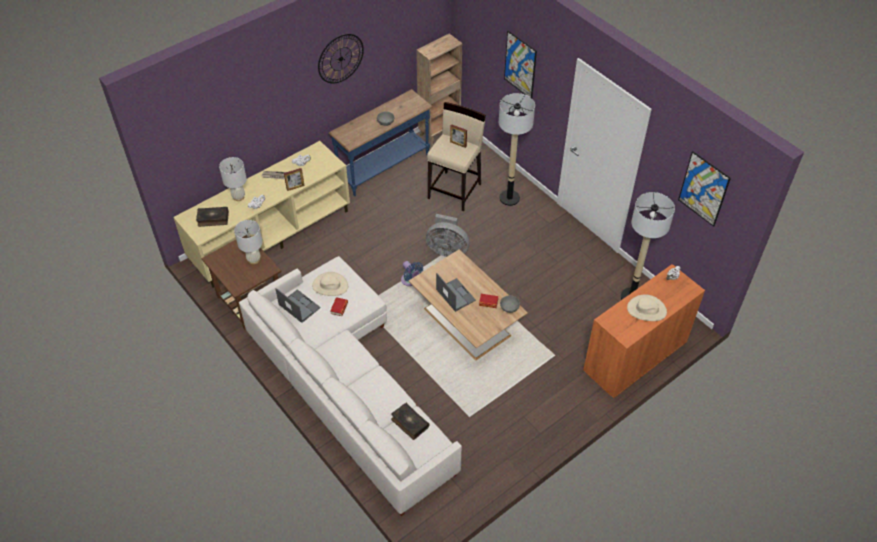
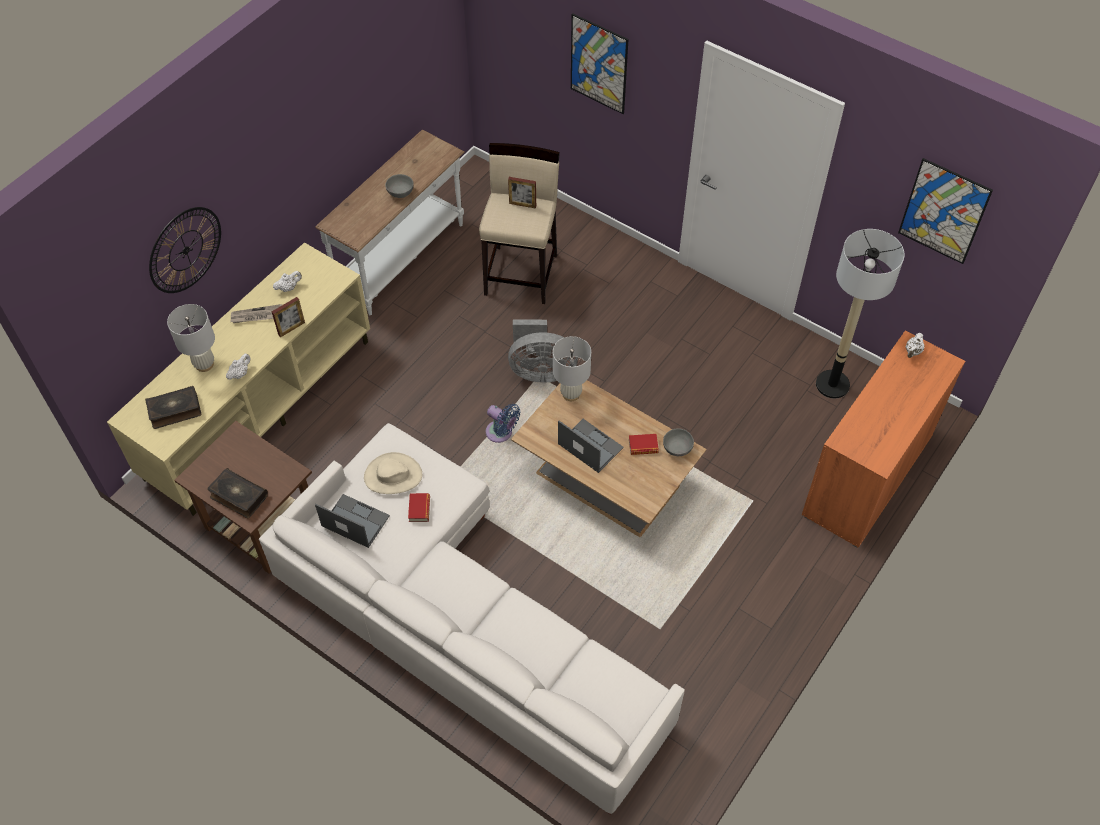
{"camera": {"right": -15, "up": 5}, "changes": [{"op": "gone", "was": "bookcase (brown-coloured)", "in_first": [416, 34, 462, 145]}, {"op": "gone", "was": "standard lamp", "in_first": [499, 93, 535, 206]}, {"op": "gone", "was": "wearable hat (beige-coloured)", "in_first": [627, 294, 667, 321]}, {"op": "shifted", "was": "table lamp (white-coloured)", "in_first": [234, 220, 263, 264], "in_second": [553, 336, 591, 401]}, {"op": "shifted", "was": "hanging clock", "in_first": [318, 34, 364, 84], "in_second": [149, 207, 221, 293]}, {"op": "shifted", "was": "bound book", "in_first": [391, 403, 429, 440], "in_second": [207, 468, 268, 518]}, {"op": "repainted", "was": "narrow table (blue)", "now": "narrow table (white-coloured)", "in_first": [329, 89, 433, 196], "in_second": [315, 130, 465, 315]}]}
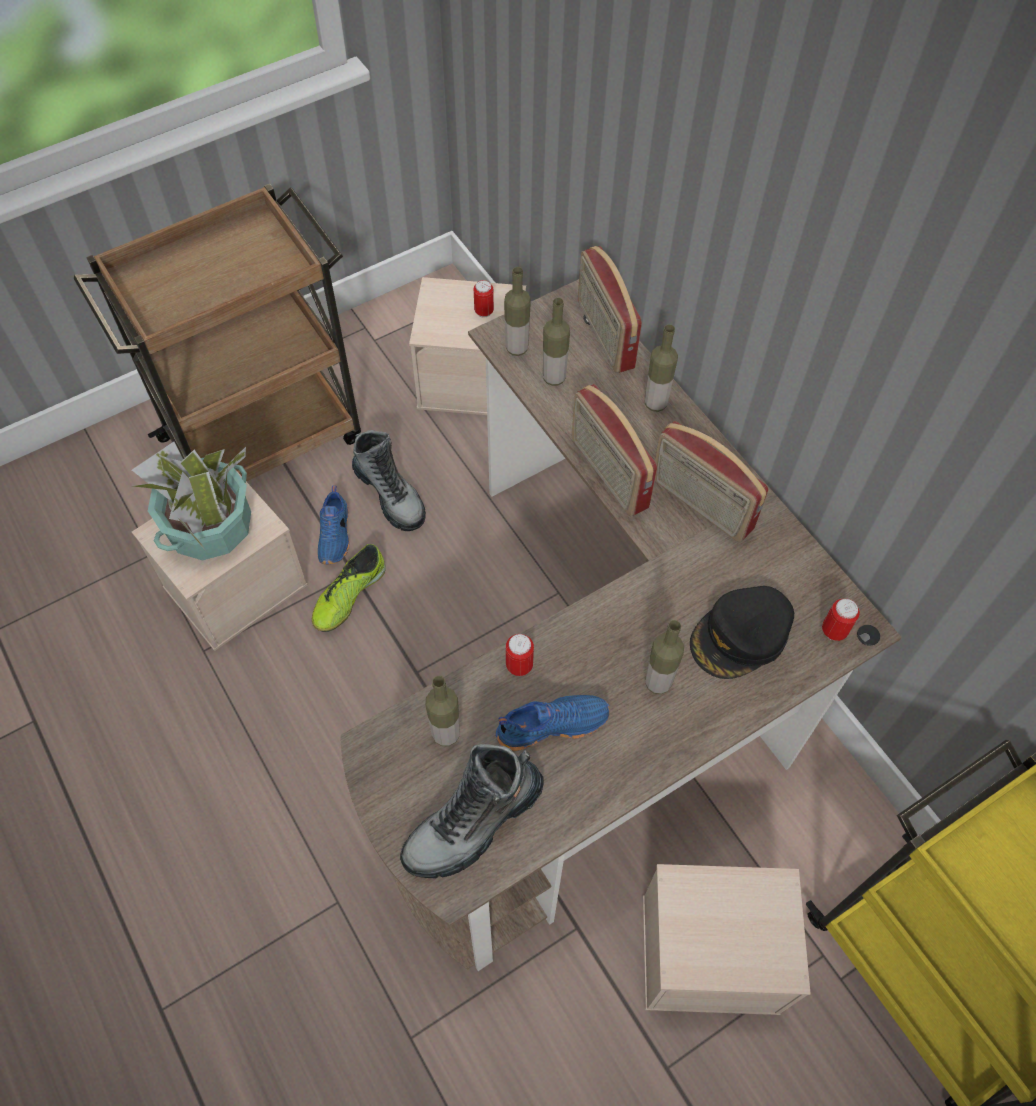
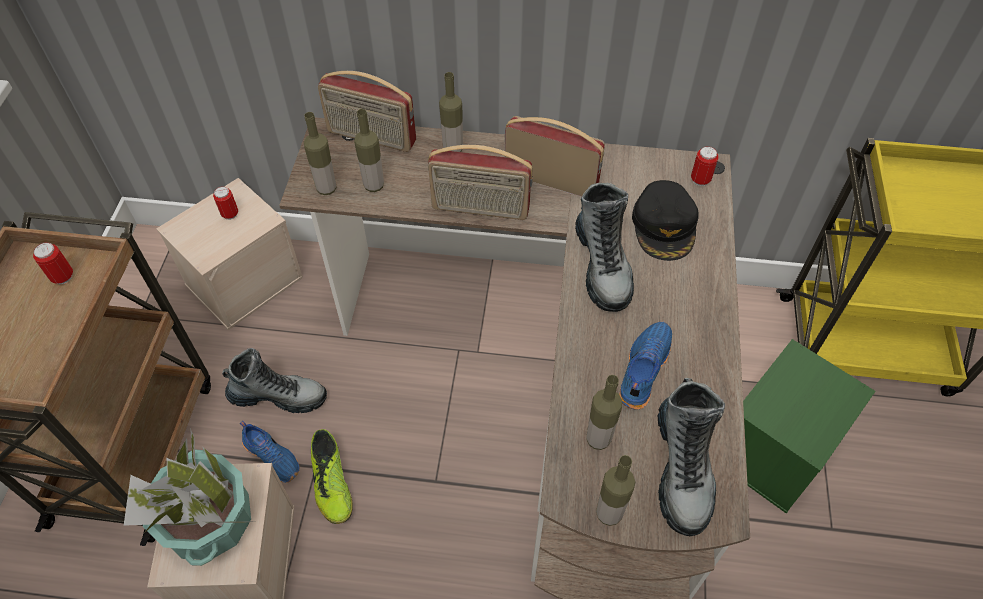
{"camera": {"right": -50, "up": -5}, "changes": [{"op": "new", "now": "high-top boot", "in_second": [575, 183, 634, 312]}, {"op": "shifted", "was": "sealed can", "in_first": [506, 634, 534, 676], "in_second": [33, 242, 73, 284]}, {"op": "shifted", "was": "bottle", "in_first": [645, 620, 684, 694], "in_second": [596, 455, 635, 526]}, {"op": "repainted", "was": "storage container (beige-coloured)", "now": "storage container (greenish)", "in_first": [643, 864, 811, 1015], "in_second": [743, 339, 876, 513]}, {"op": "rotated", "was": "radio", "in_first": [654, 421, 768, 542], "in_second": [505, 116, 605, 197], "clockwise": -150}]}
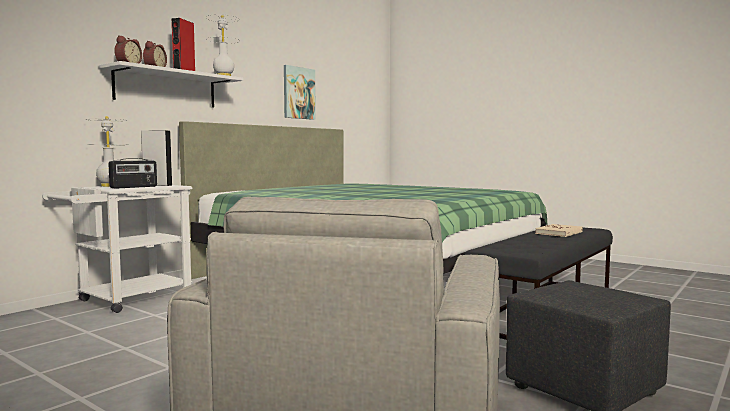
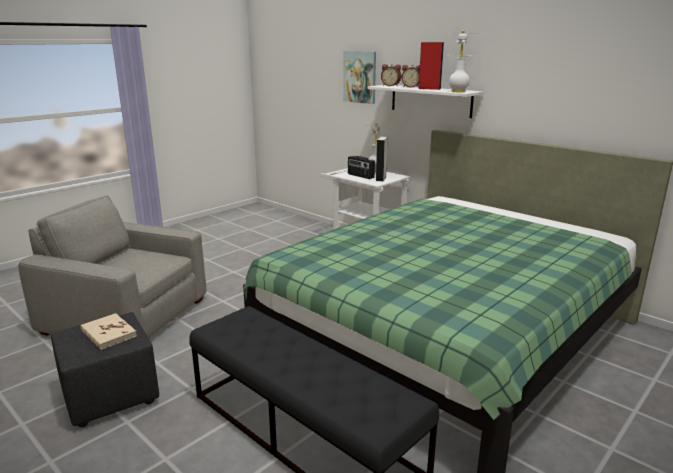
{"camera": {"right": 95, "up": 15}, "changes": [{"op": "shifted", "was": "picture", "in_first": [284, 65, 316, 120], "in_second": [343, 51, 376, 104]}, {"op": "shifted", "was": "bound book (beige-coloured)", "in_first": [535, 224, 583, 237], "in_second": [81, 313, 137, 350]}]}
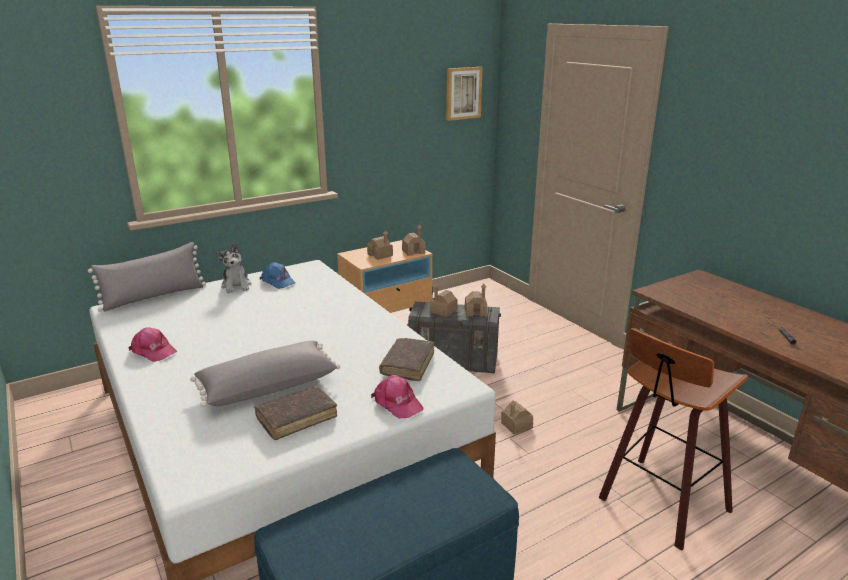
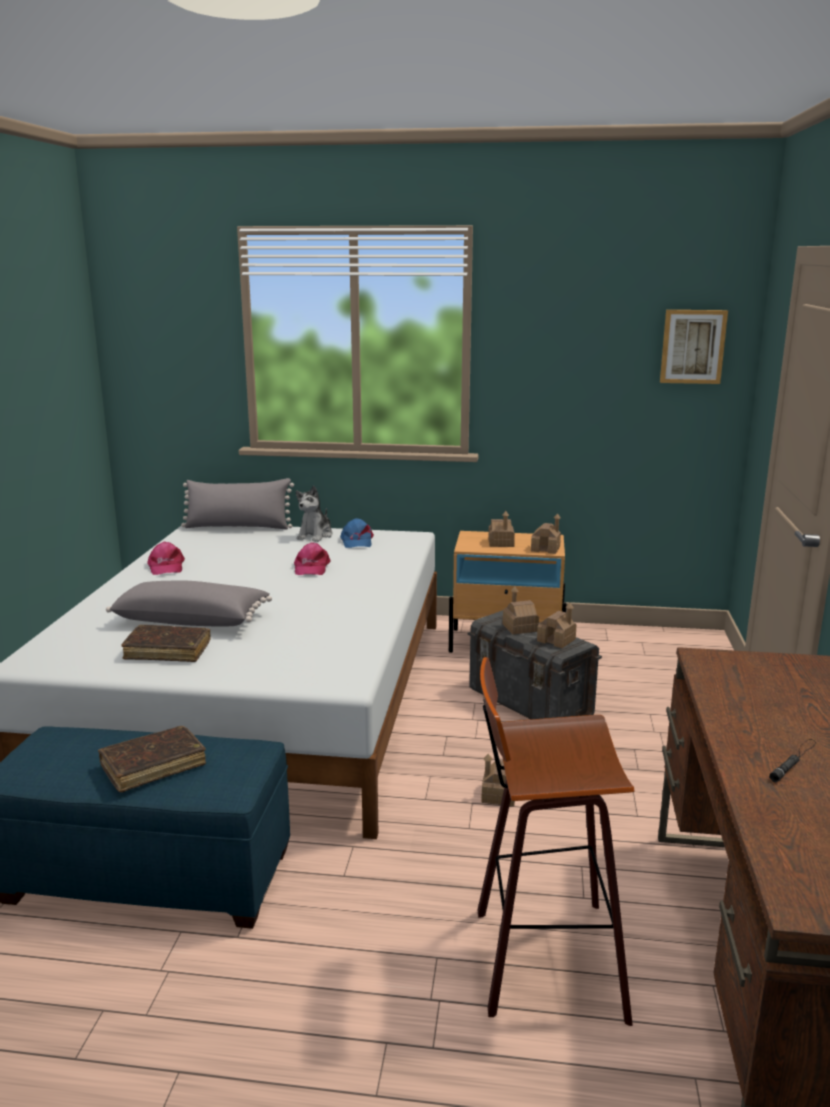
{"camera": {"right": 40, "up": -5}, "changes": [{"op": "shifted", "was": "peaked cap (pink)", "in_first": [371, 375, 424, 419], "in_second": [294, 542, 331, 575]}, {"op": "shifted", "was": "bound book (brown-coloured)", "in_first": [379, 338, 435, 381], "in_second": [98, 726, 206, 792]}]}
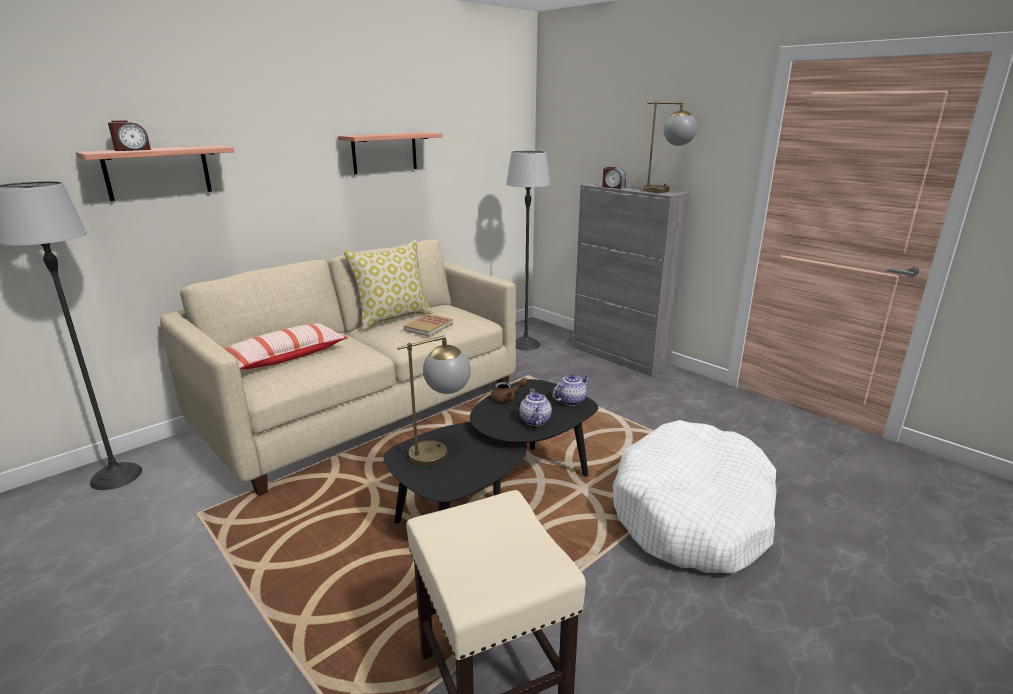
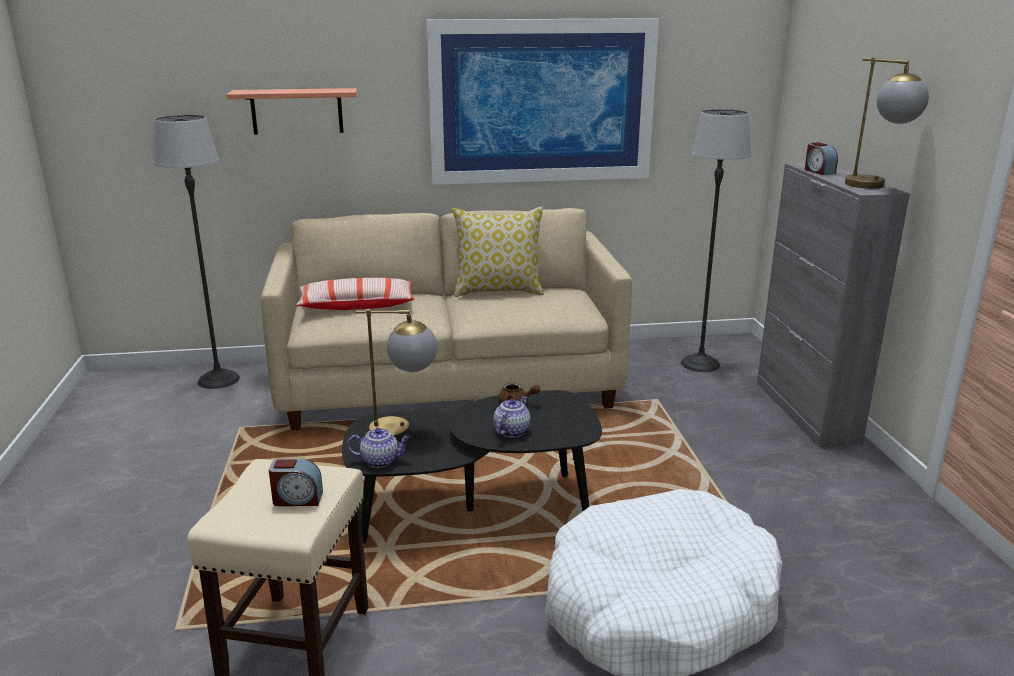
{"camera": {"right": 35, "up": 0}, "changes": [{"op": "gone", "was": "bound book", "in_first": [403, 314, 453, 336]}, {"op": "shifted", "was": "alarm clock", "in_first": [108, 120, 151, 151], "in_second": [269, 458, 323, 506]}, {"op": "shifted", "was": "teapot", "in_first": [552, 374, 590, 406], "in_second": [347, 428, 410, 468]}, {"op": "swapped", "was": "wall shelf", "now": "picture", "in_first": [338, 132, 442, 174], "in_second": [426, 18, 659, 185]}]}
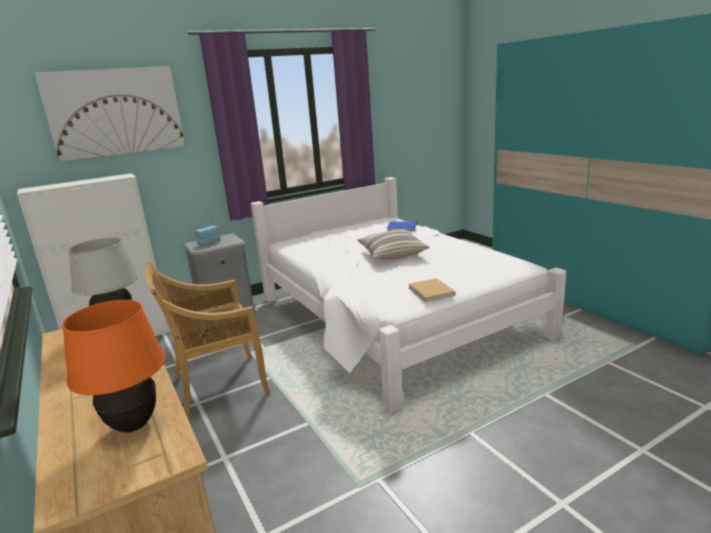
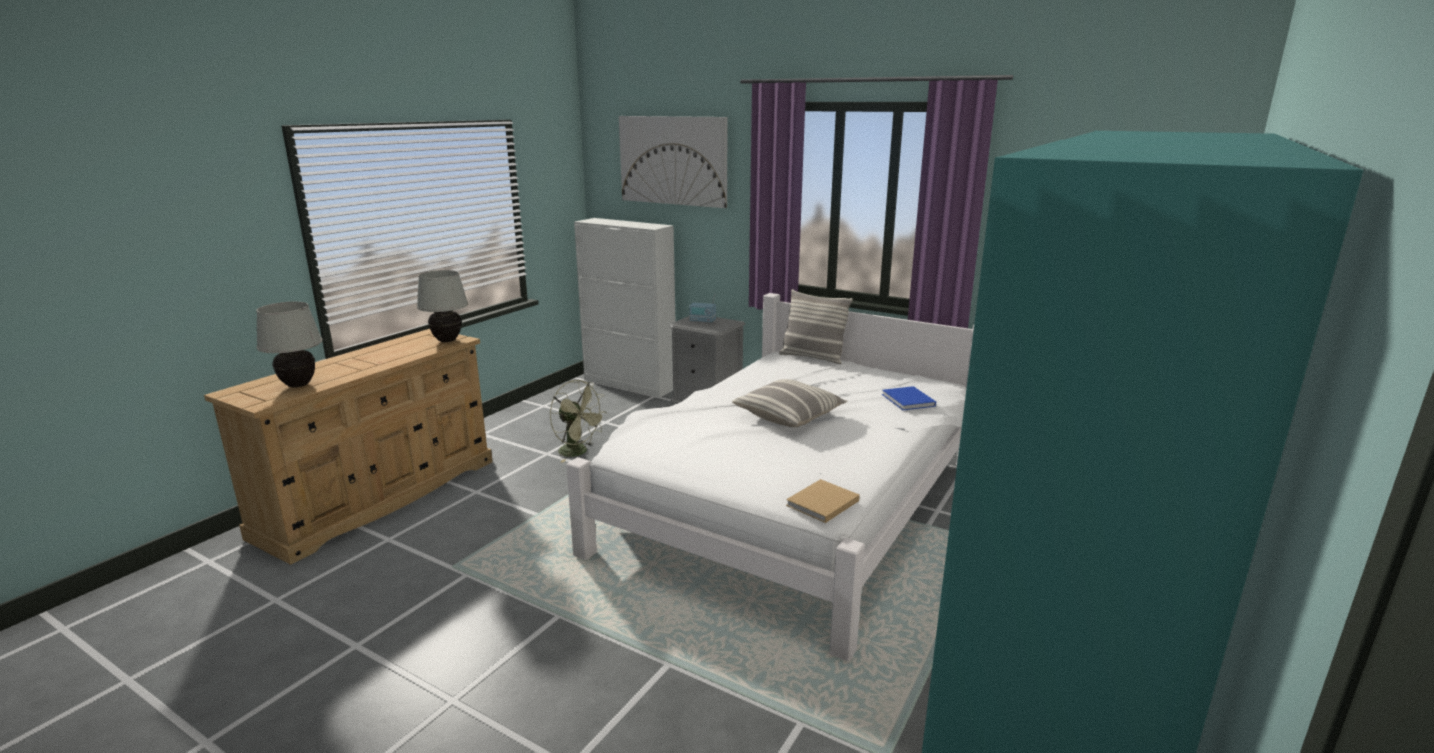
{"camera": {"right": 60, "up": 0}, "changes": [{"op": "new", "now": "pillow", "in_second": [779, 289, 853, 364]}, {"op": "shifted", "was": "bound book (beige-coloured)", "in_first": [408, 278, 455, 302], "in_second": [786, 479, 860, 523]}, {"op": "swapped", "was": "upright chair (beige-coloured)", "now": "cooling fan (greenish)", "in_first": [146, 261, 270, 418], "in_second": [550, 380, 607, 463]}, {"op": "repainted", "was": "table lamp (orangey)", "now": "table lamp (white-coloured)", "in_first": [62, 300, 165, 433], "in_second": [256, 302, 322, 388]}]}
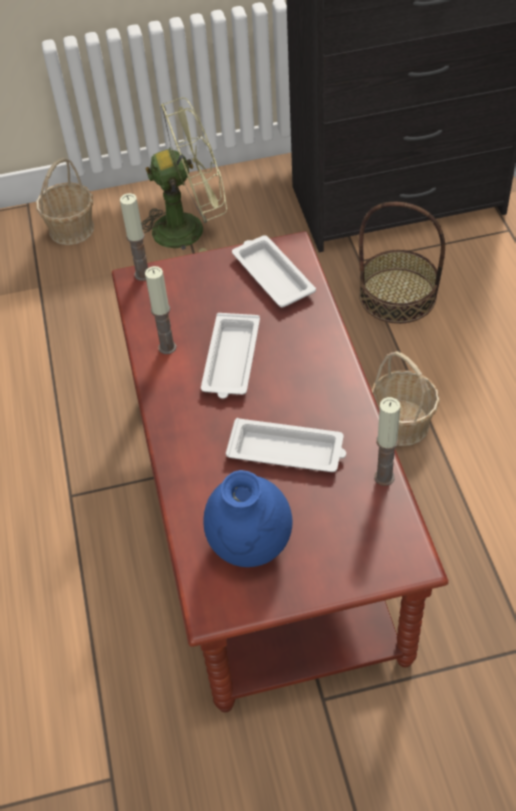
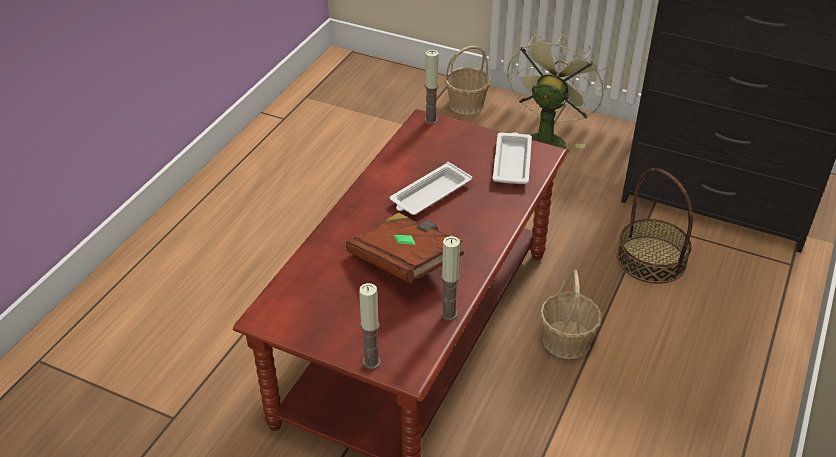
{"camera": {"right": 35, "up": -10}, "changes": [{"op": "gone", "was": "decorative vase (blue)", "in_first": [203, 470, 292, 567]}, {"op": "shifted", "was": "wax light", "in_first": [145, 266, 177, 354], "in_second": [359, 283, 381, 369]}, {"op": "swapped", "was": "tray (white-coloured)", "now": "bound book (brown-coloured)", "in_first": [226, 418, 346, 472], "in_second": [346, 213, 464, 283]}, {"op": "rotated", "was": "cooling fan (greenish)", "in_first": [141, 97, 227, 252], "in_second": [507, 33, 607, 152], "clockwise": -90}]}
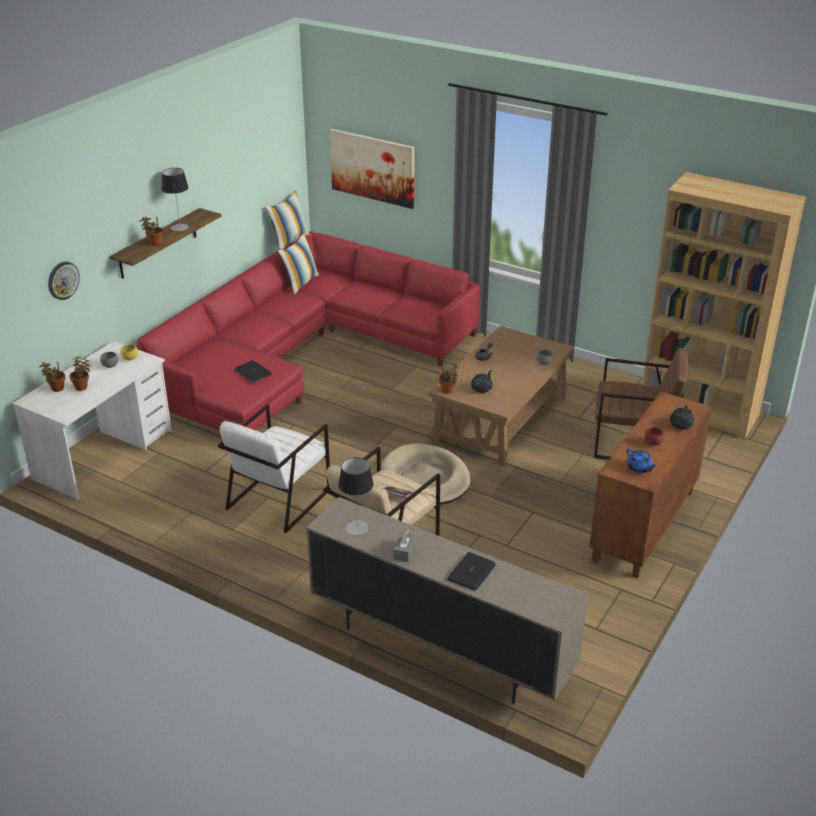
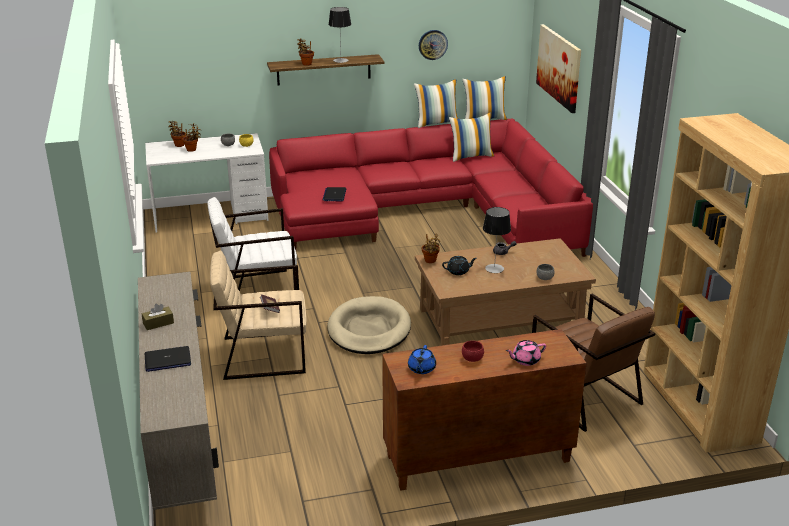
{"camera": {"right": 45, "up": -5}, "changes": [{"op": "new", "now": "pillow", "in_second": [414, 79, 458, 128]}, {"op": "shifted", "was": "hanging clock", "in_first": [48, 261, 80, 300], "in_second": [419, 30, 448, 60]}, {"op": "shifted", "was": "table lamp", "in_first": [338, 457, 374, 535], "in_second": [483, 207, 511, 273]}, {"op": "repainted", "was": "tissue holder (grey)", "now": "tissue holder (brown-coloured)", "in_first": [393, 531, 416, 562], "in_second": [142, 304, 174, 330]}, {"op": "repainted", "was": "teapot (black-coloured)", "now": "teapot (pink)", "in_first": [670, 406, 694, 429], "in_second": [506, 340, 546, 366]}]}
